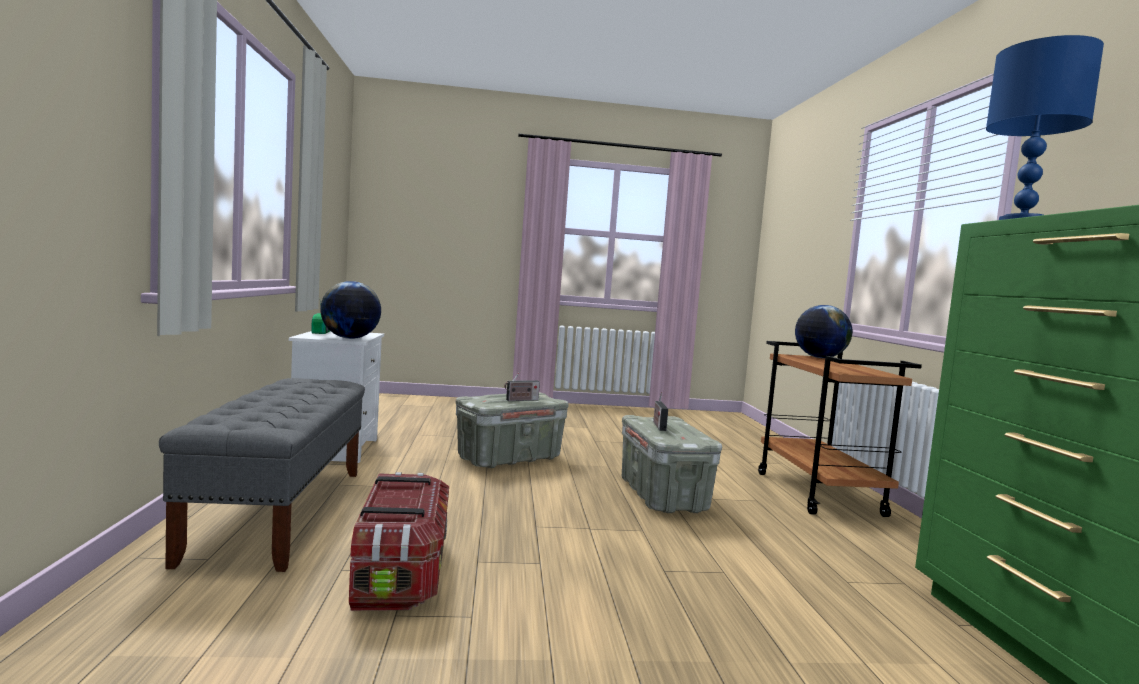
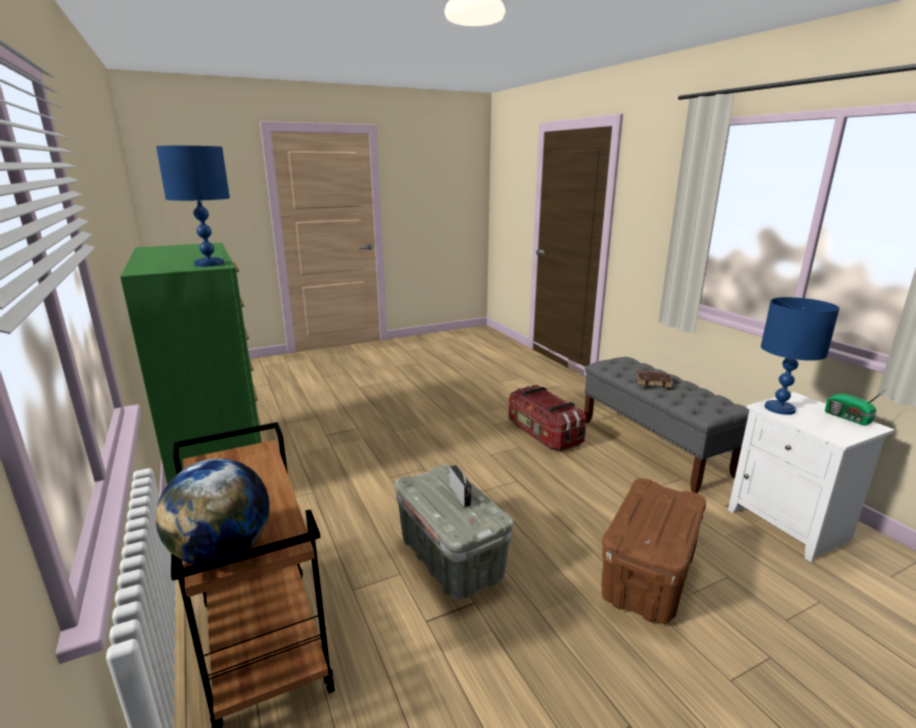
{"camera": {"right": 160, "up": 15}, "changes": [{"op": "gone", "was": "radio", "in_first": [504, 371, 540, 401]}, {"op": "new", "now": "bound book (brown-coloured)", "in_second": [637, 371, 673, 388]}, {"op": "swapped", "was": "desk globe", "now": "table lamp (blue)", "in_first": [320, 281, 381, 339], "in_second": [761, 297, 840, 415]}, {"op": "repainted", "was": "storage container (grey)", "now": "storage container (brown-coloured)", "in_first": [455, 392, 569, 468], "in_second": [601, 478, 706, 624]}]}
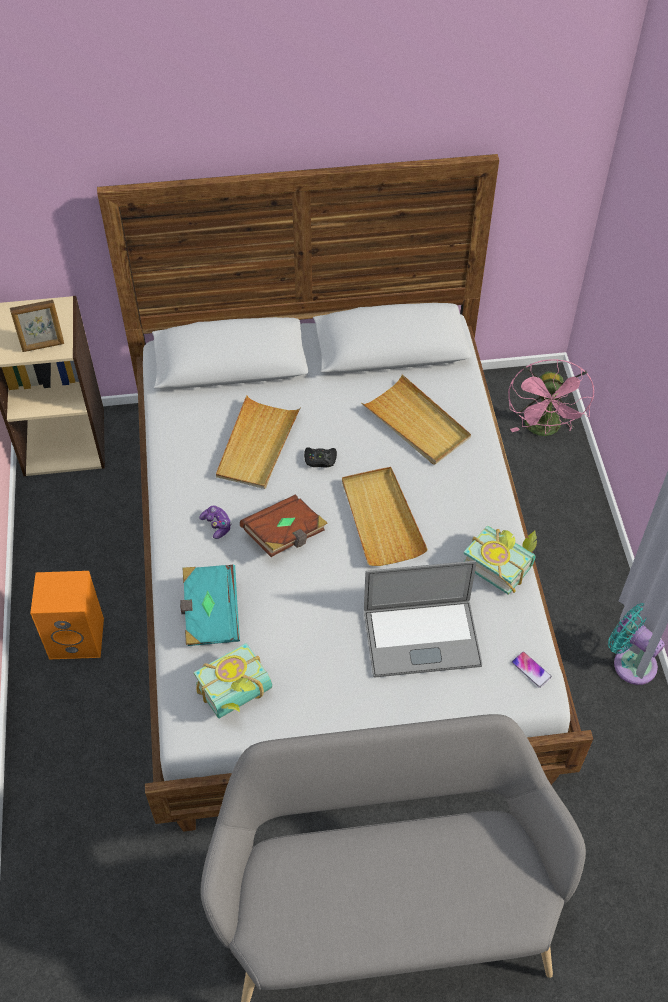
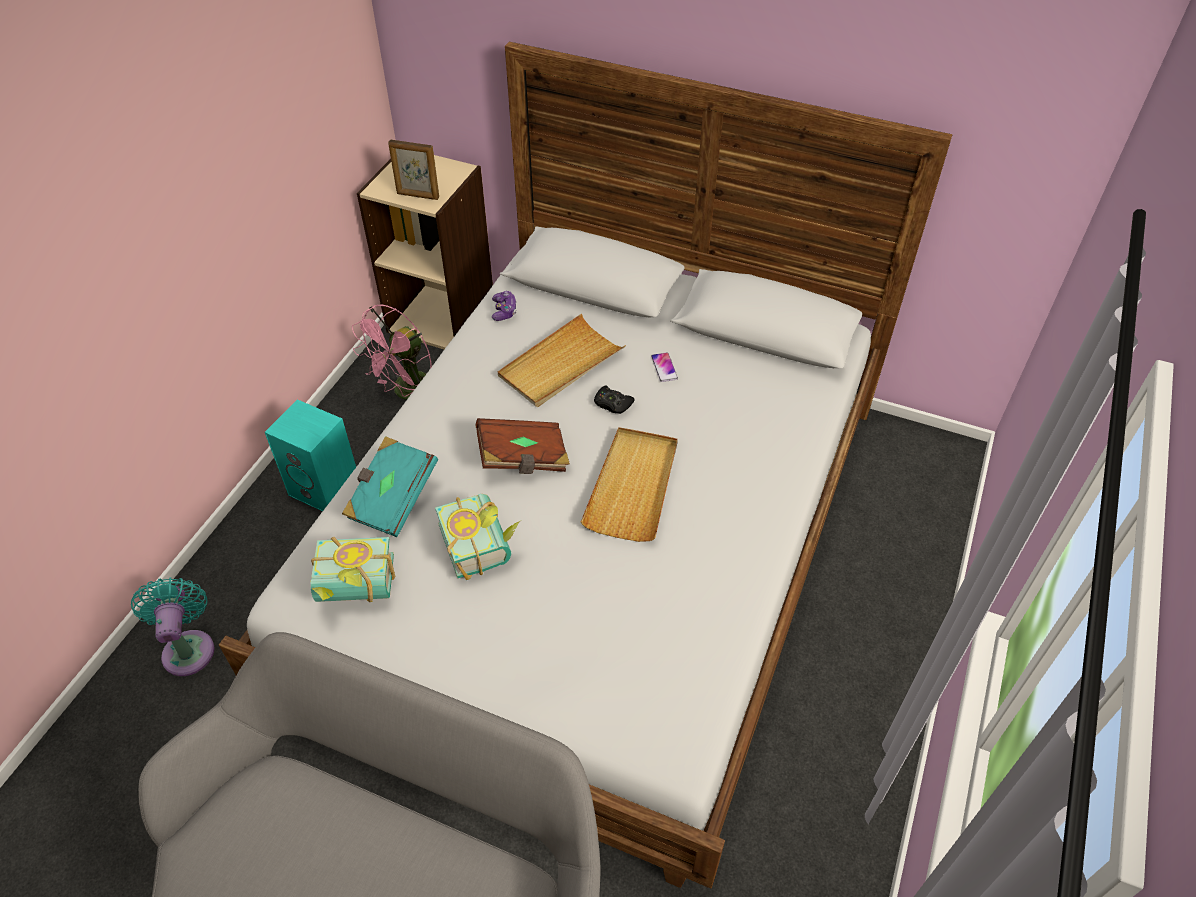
{"camera": {"right": 30, "up": -5}, "changes": [{"op": "gone", "was": "tray (beige-coloured)", "in_first": [362, 374, 471, 465]}, {"op": "gone", "was": "laptop", "in_first": [364, 561, 482, 678]}, {"op": "shifted", "was": "gamepad", "in_first": [199, 505, 231, 539], "in_second": [492, 291, 516, 321]}, {"op": "shifted", "was": "bound book", "in_first": [463, 526, 537, 595], "in_second": [435, 494, 523, 580]}, {"op": "shifted", "was": "cooling fan (pink)", "in_first": [508, 359, 594, 436], "in_second": [352, 305, 432, 400]}, {"op": "shifted", "was": "telephone", "in_first": [511, 652, 552, 688], "in_second": [651, 352, 678, 382]}, {"op": "shifted", "was": "cooling fan (blue-green)", "in_first": [608, 603, 665, 685], "in_second": [131, 577, 214, 676]}, {"op": "repainted", "was": "audio speaker (orangey)", "now": "audio speaker (blue-green)", "in_first": [30, 571, 104, 660], "in_second": [265, 399, 356, 511]}]}
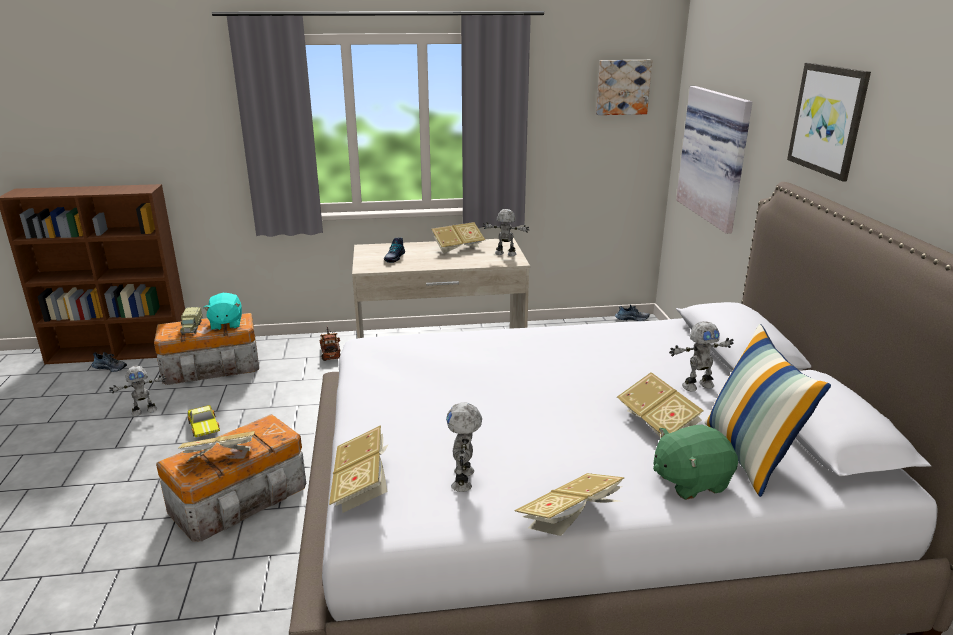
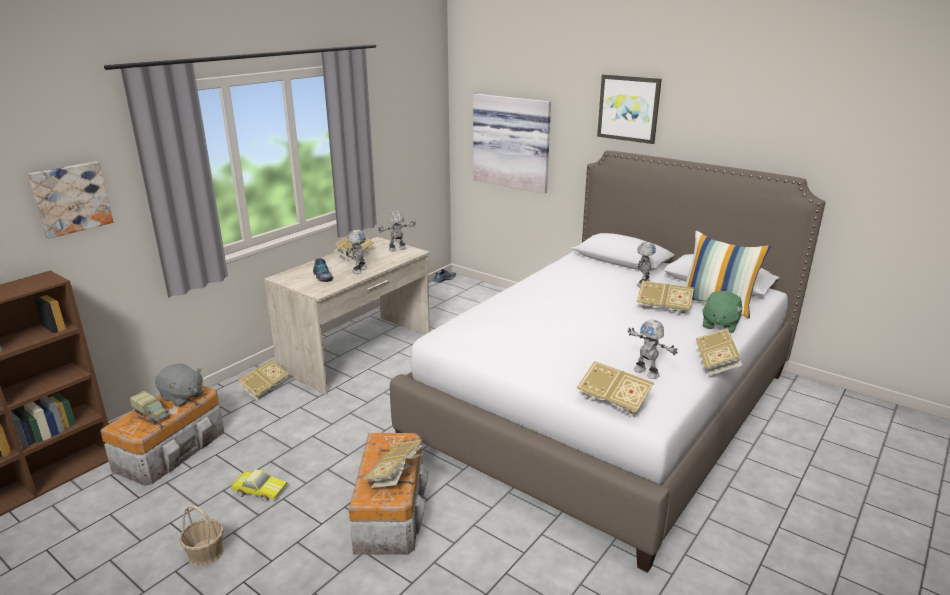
{"camera": {"right": -45, "up": 0}, "changes": [{"op": "gone", "was": "shoe", "in_first": [92, 352, 127, 372]}, {"op": "new", "now": "basket", "in_second": [179, 505, 224, 567]}, {"op": "shifted", "was": "robot figure", "in_first": [109, 366, 167, 416], "in_second": [346, 230, 367, 274]}, {"op": "shifted", "was": "picture", "in_first": [596, 60, 652, 115], "in_second": [28, 161, 113, 239]}, {"op": "swapped", "was": "toy lorry", "now": "bound book", "in_first": [320, 327, 340, 361], "in_second": [238, 360, 290, 400]}, {"op": "repainted", "was": "cuddly toy (blue-green)", "now": "cuddly toy (grey)", "in_first": [203, 293, 242, 330], "in_second": [155, 363, 203, 407]}]}
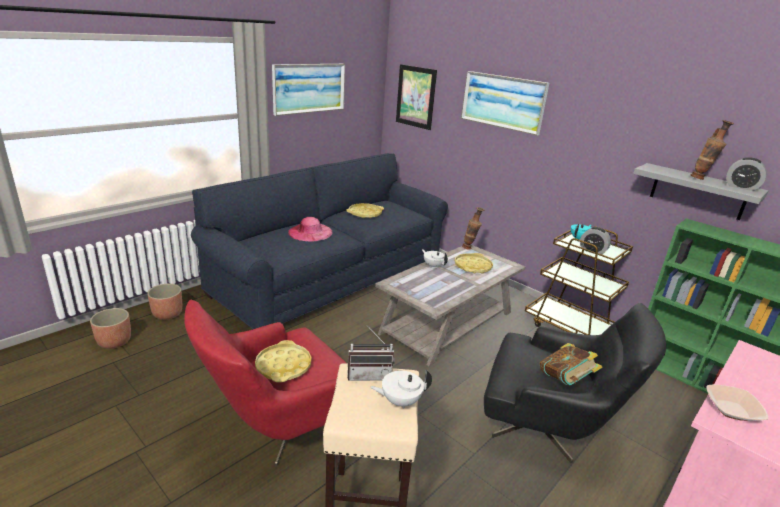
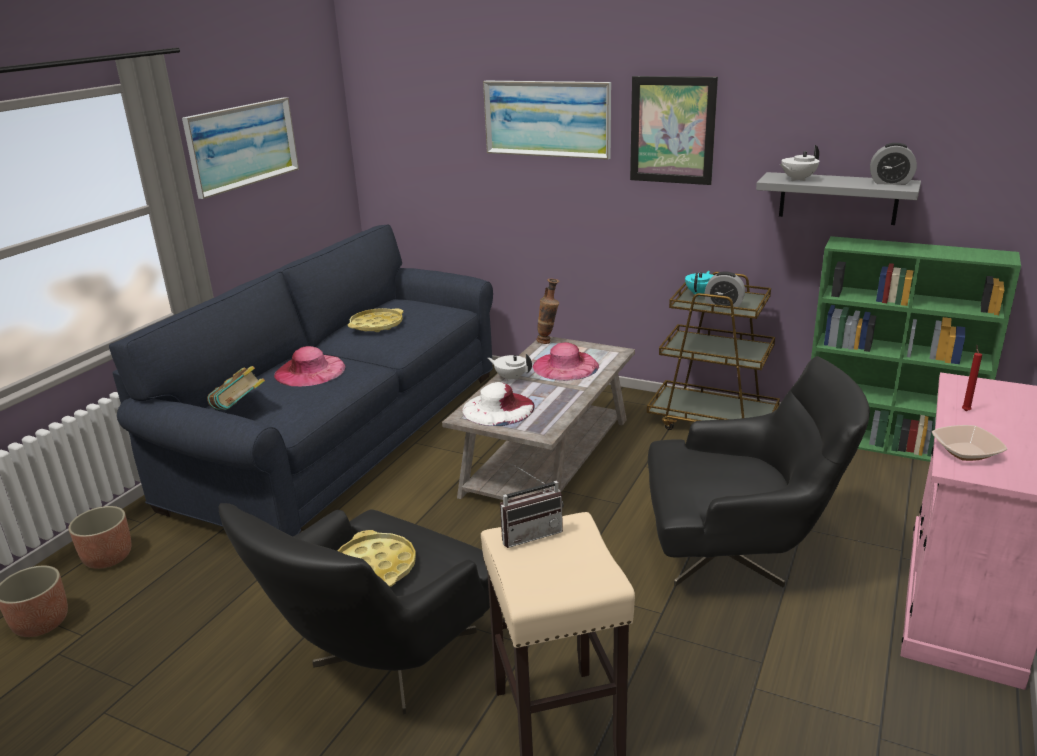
{"camera": {"right": -15, "up": 0}, "changes": [{"op": "gone", "was": "decorative vase", "in_first": [691, 120, 734, 180]}, {"op": "new", "now": "wearable hat (white-coloured)", "in_second": [462, 382, 535, 426]}, {"op": "new", "now": "wax light (red)", "in_second": [962, 344, 982, 411]}, {"op": "shifted", "was": "teapot (white-coloured)", "in_first": [370, 370, 432, 408], "in_second": [780, 145, 819, 181]}, {"op": "shifted", "was": "picture", "in_first": [396, 64, 437, 130], "in_second": [630, 76, 718, 185]}, {"op": "shifted", "was": "bound book", "in_first": [540, 343, 602, 385], "in_second": [207, 366, 265, 410]}, {"op": "swapped", "was": "tray (yellow)", "now": "wearable hat (pink)", "in_first": [455, 253, 493, 273], "in_second": [533, 342, 599, 381]}, {"op": "repainted", "was": "armchair (red)", "now": "armchair (black-coloured)", "in_first": [184, 300, 346, 467], "in_second": [219, 503, 490, 714]}]}
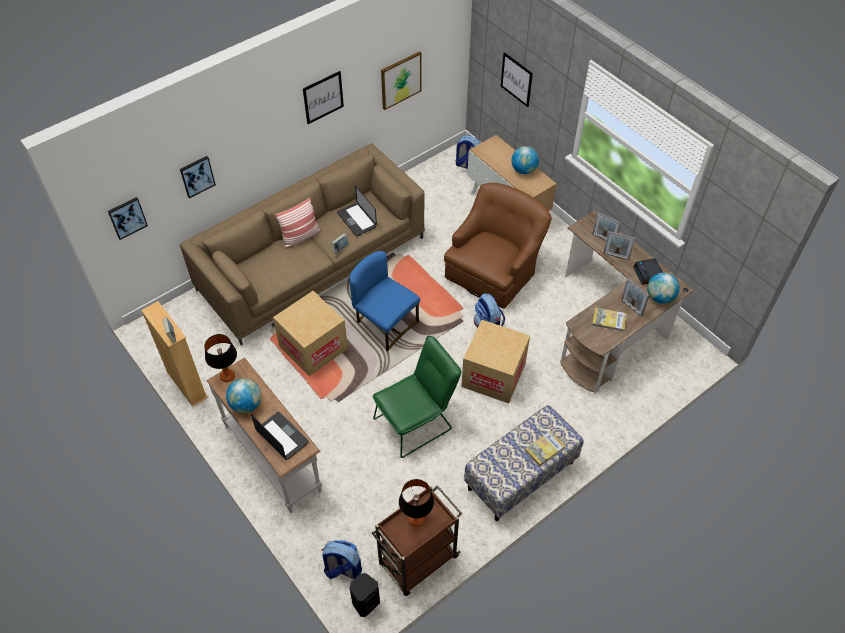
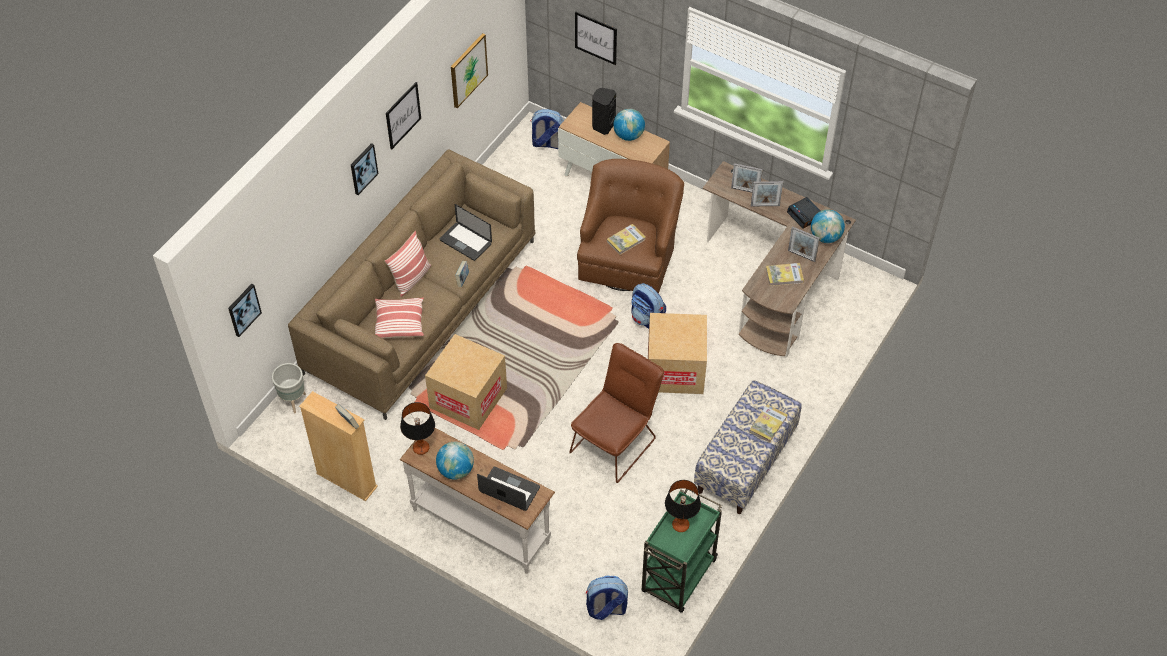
{"camera": {"right": -20, "up": 0}, "changes": [{"op": "gone", "was": "upright chair (blue)", "in_first": [350, 251, 420, 351]}, {"op": "new", "now": "plant pot (grey)", "in_second": [272, 363, 306, 413]}, {"op": "new", "now": "pillow", "in_second": [375, 297, 424, 339]}, {"op": "new", "now": "bound book", "in_second": [607, 224, 646, 255]}, {"op": "shifted", "was": "picture", "in_first": [180, 156, 216, 199], "in_second": [351, 143, 378, 195]}, {"op": "shifted", "was": "audio speaker (black-coloured)", "in_first": [350, 573, 380, 617], "in_second": [592, 88, 616, 135]}, {"op": "repainted", "was": "wheeled cart (brown-coloured)", "now": "wheeled cart (greenish)", "in_first": [372, 485, 462, 596], "in_second": [642, 489, 722, 613]}, {"op": "repainted", "was": "upright chair (greenish)", "now": "upright chair (brown-coloured)", "in_first": [373, 336, 461, 458], "in_second": [569, 343, 664, 483]}]}
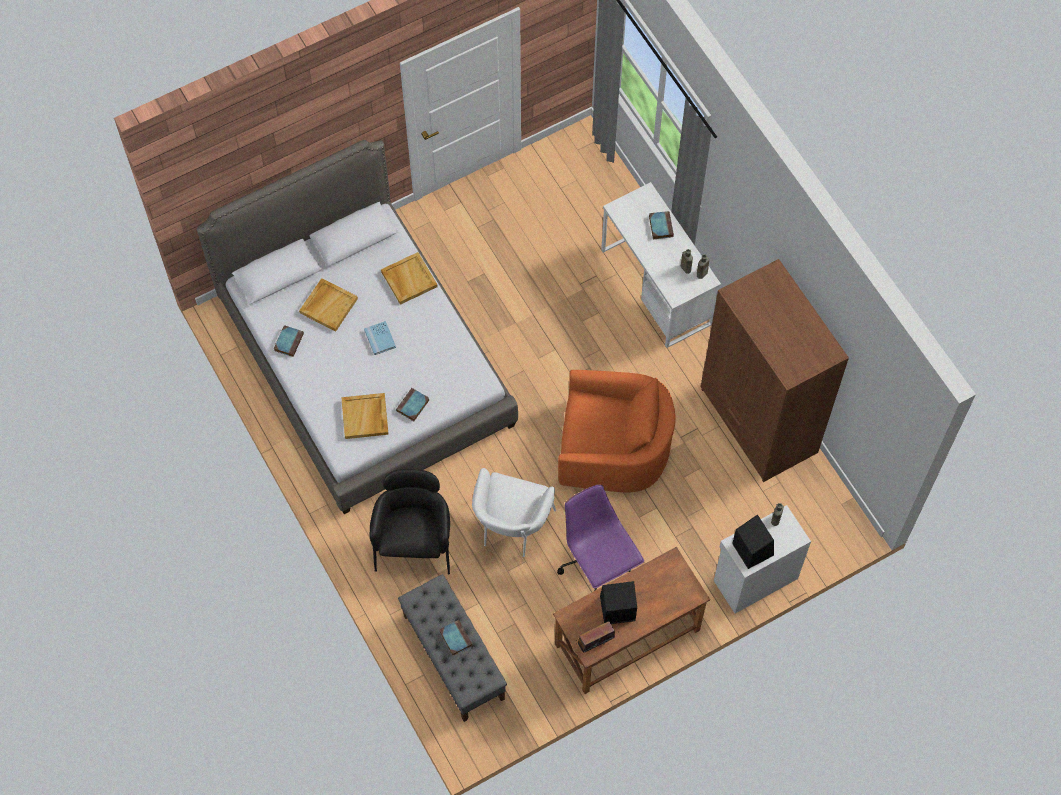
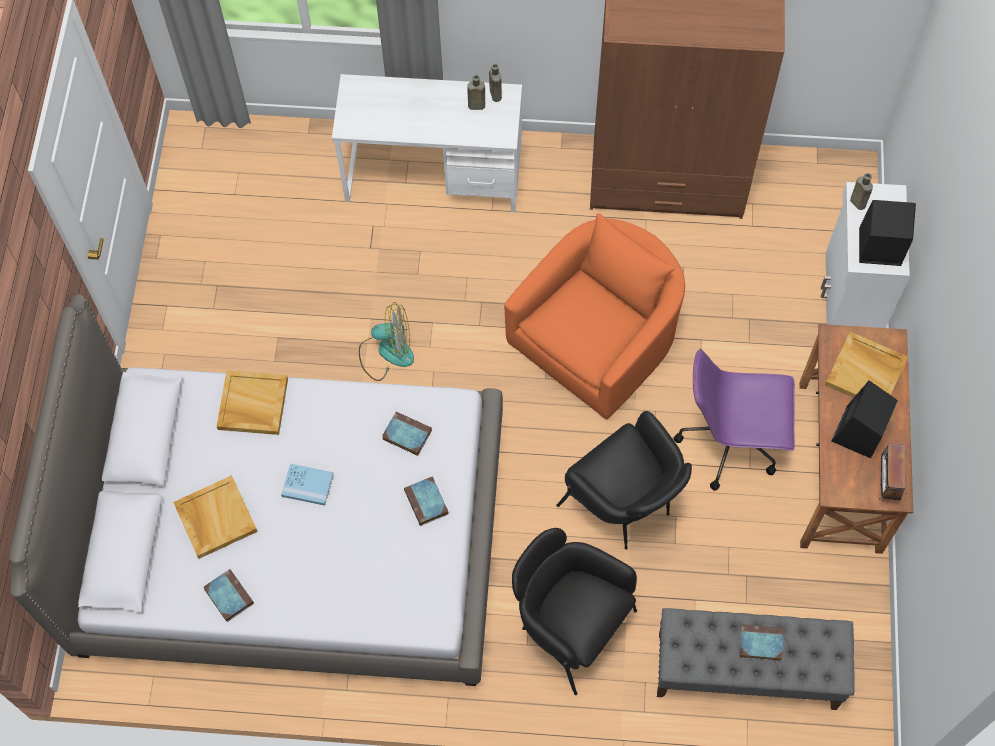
{"camera": {"right": -55, "up": 0}, "changes": [{"op": "new", "now": "cooling fan", "in_second": [359, 302, 414, 381]}, {"op": "shifted", "was": "tray (beige-coloured)", "in_first": [341, 393, 389, 439], "in_second": [825, 332, 908, 398]}, {"op": "shifted", "was": "bound book", "in_first": [649, 211, 674, 239], "in_second": [382, 412, 432, 456]}, {"op": "repainted", "was": "armchair (white-coloured)", "now": "armchair (black-coloured)", "in_first": [472, 468, 556, 557], "in_second": [556, 411, 692, 550]}]}
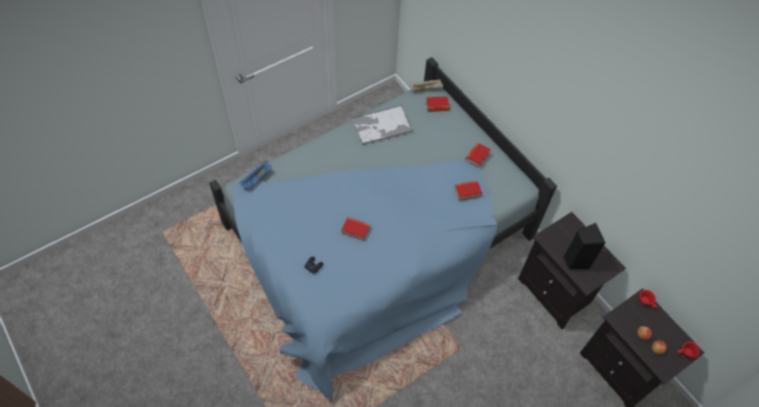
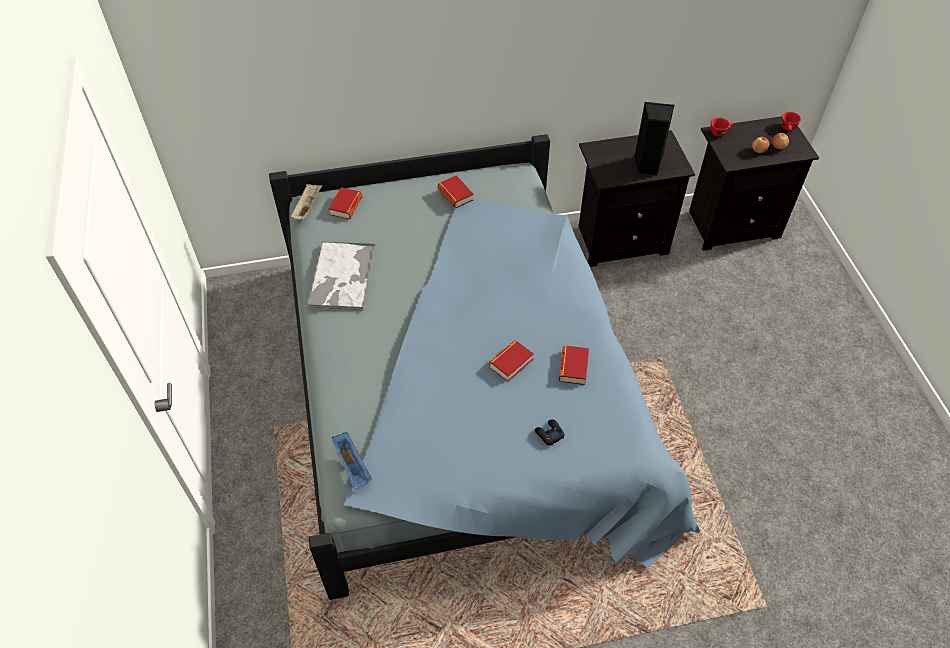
{"camera": {"right": -65, "up": -5}, "changes": [{"op": "shifted", "was": "bound book", "in_first": [455, 181, 482, 201], "in_second": [559, 345, 589, 385]}]}
